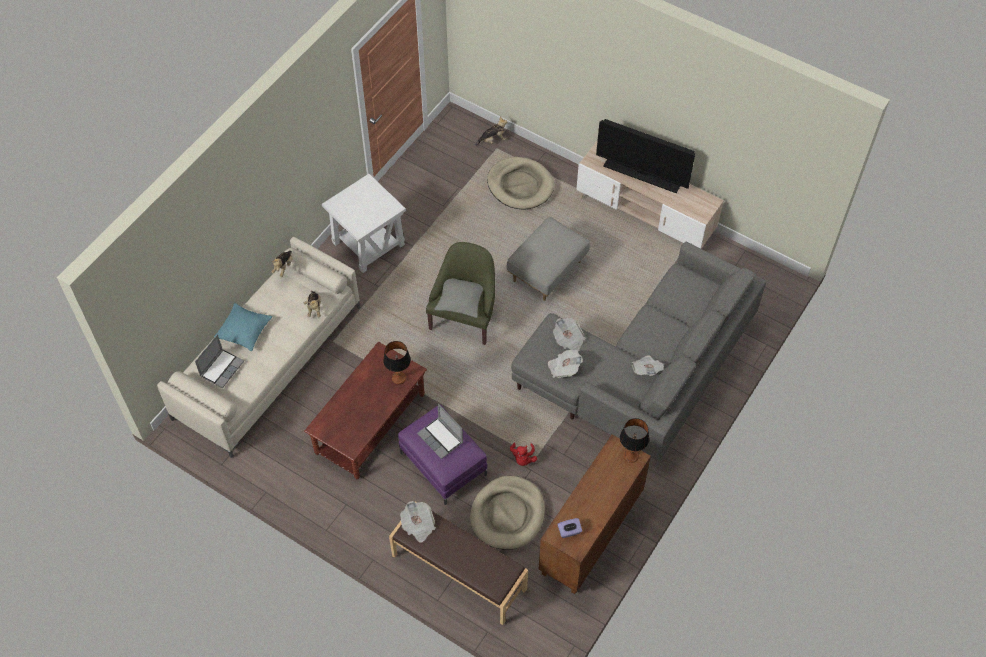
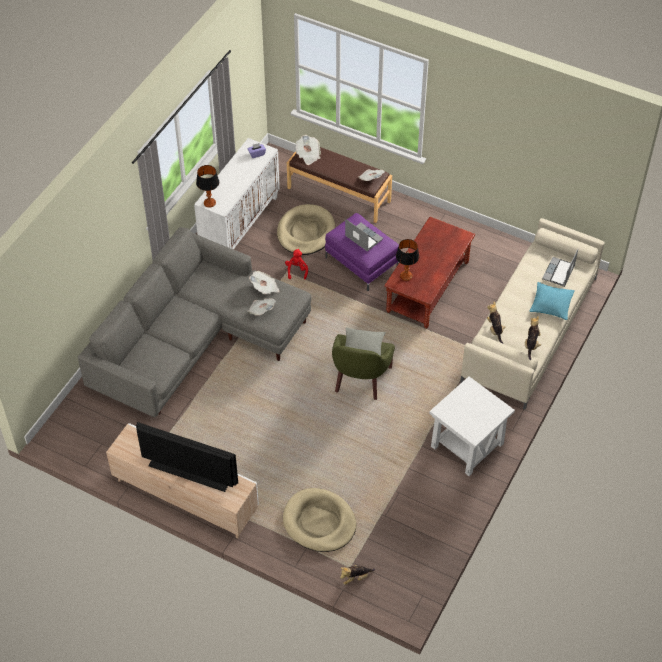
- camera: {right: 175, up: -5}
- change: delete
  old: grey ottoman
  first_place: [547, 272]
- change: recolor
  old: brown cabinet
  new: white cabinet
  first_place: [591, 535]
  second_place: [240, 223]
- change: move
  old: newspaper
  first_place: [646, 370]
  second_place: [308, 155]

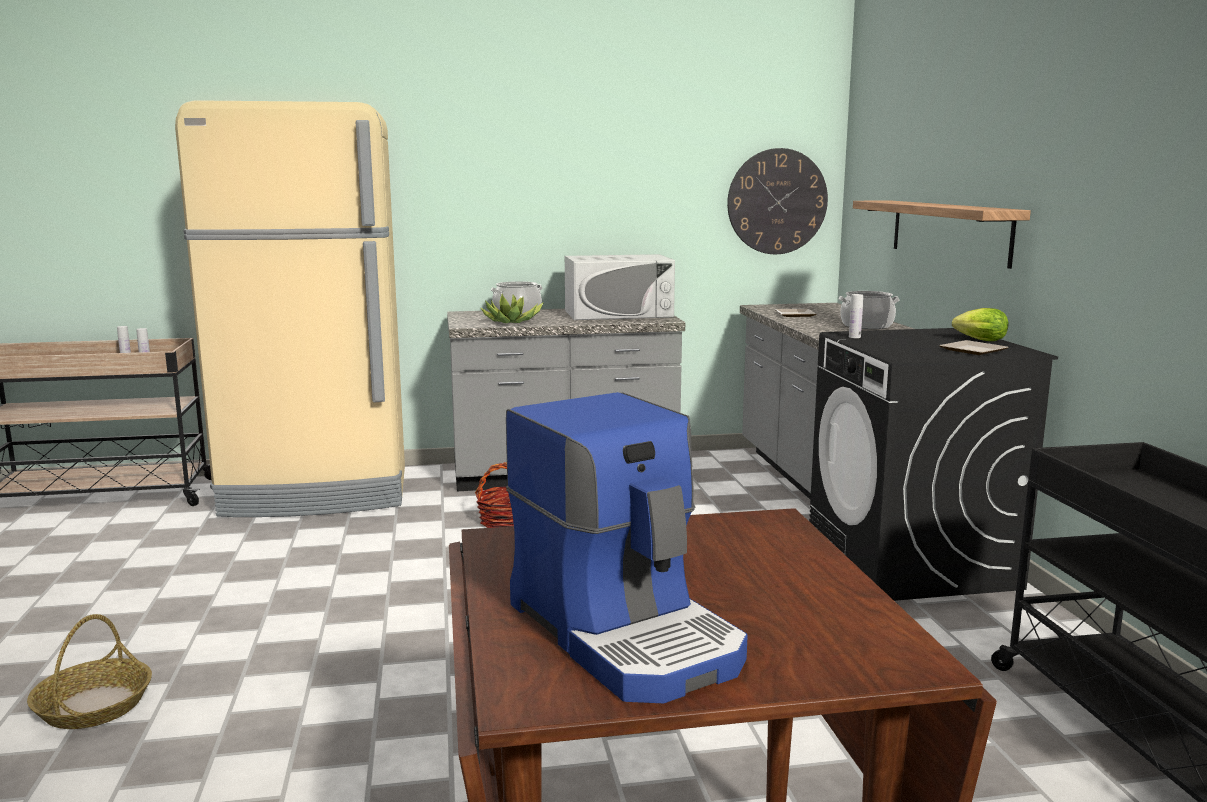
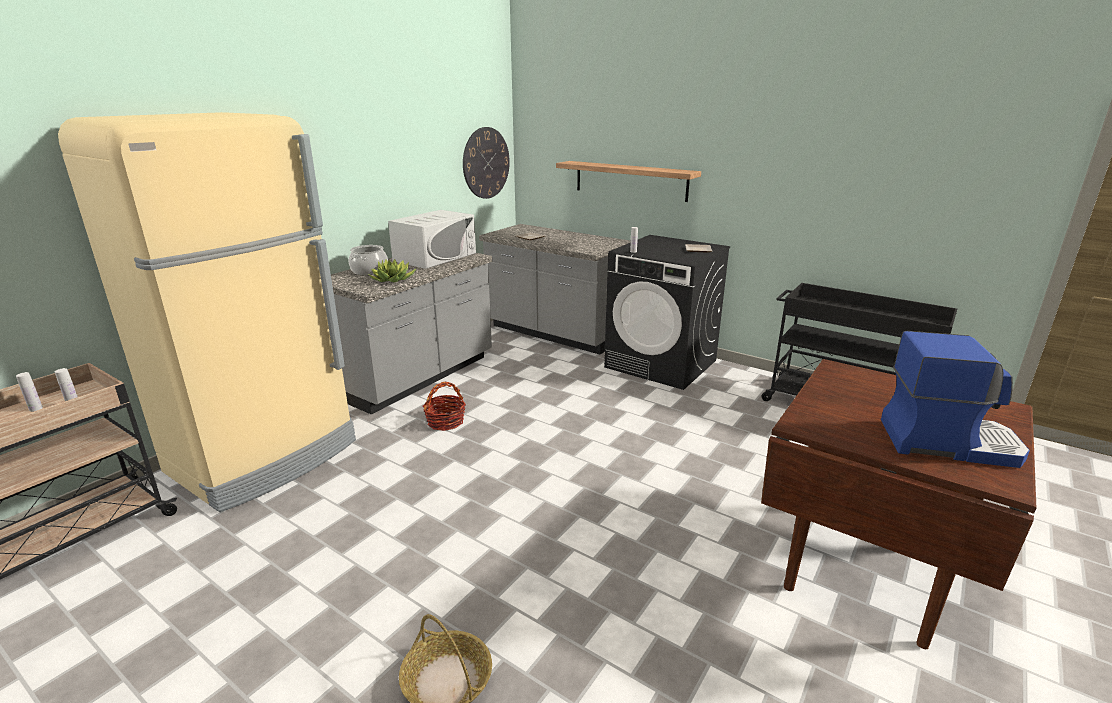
- camera: {right: -45, up: 10}
- change: delete
  old: cooking pot
  first_place: [867, 326]
- change: delete
  old: lettuce
  first_place: [977, 340]

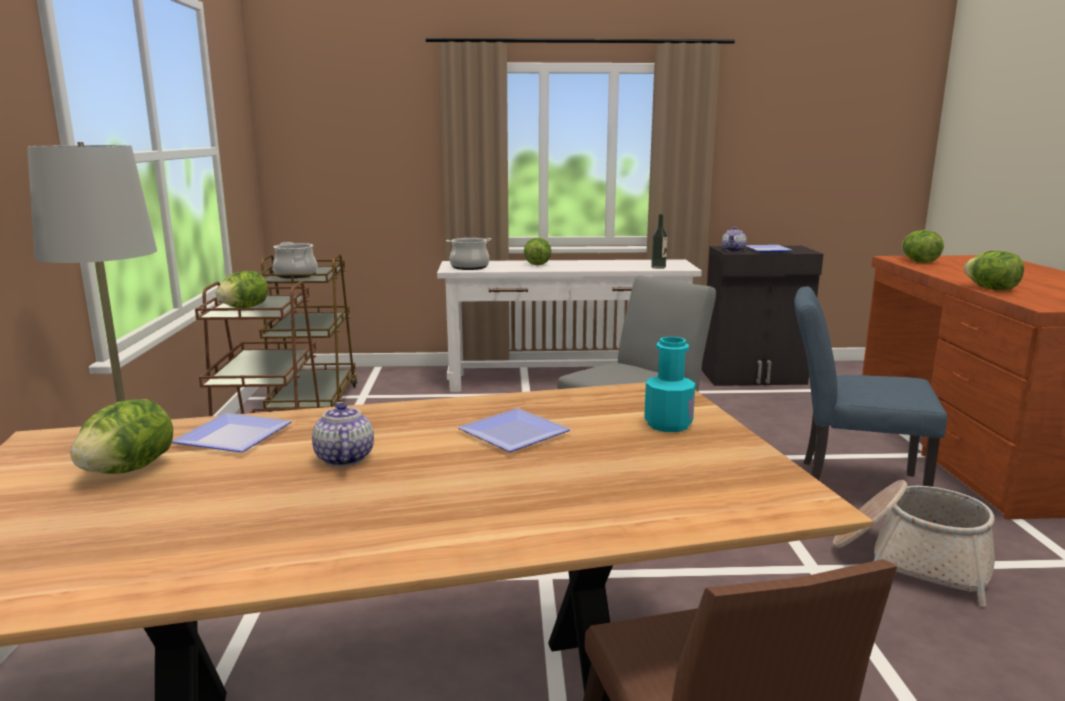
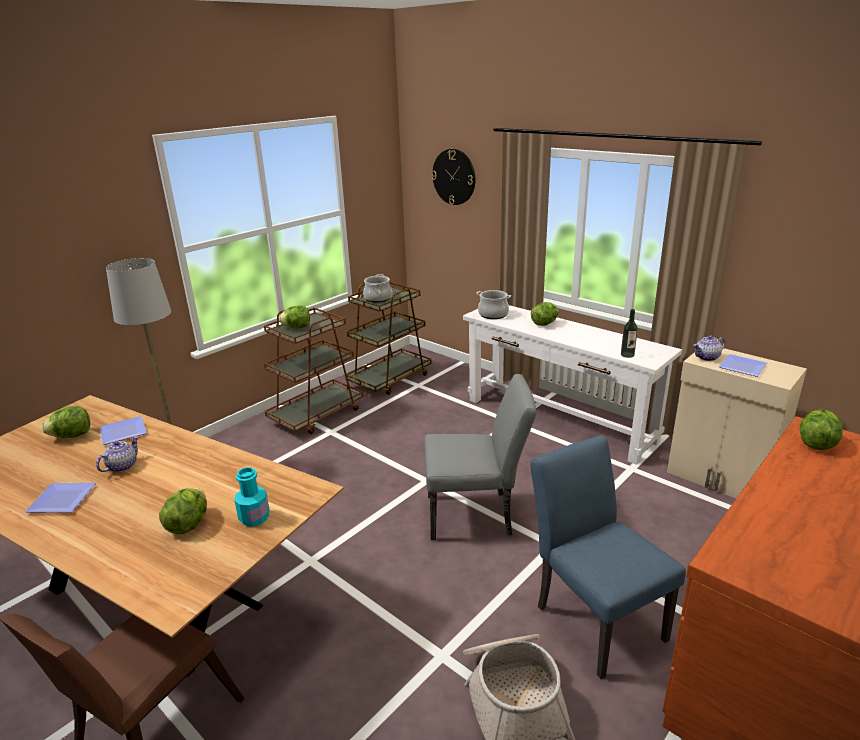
- camera: {right: 45, up: 10}
- change: move
  old: plate
  first_place: [510, 434]
  second_place: [61, 499]
- change: recolor
  old: black cabinet
  new: beige cabinet
  first_place: [754, 377]
  second_place: [721, 479]
- change: move
  old: lettuce
  first_place: [991, 289]
  second_place: [188, 524]
- change: insert
  new: wall clock
  second_place: [454, 177]

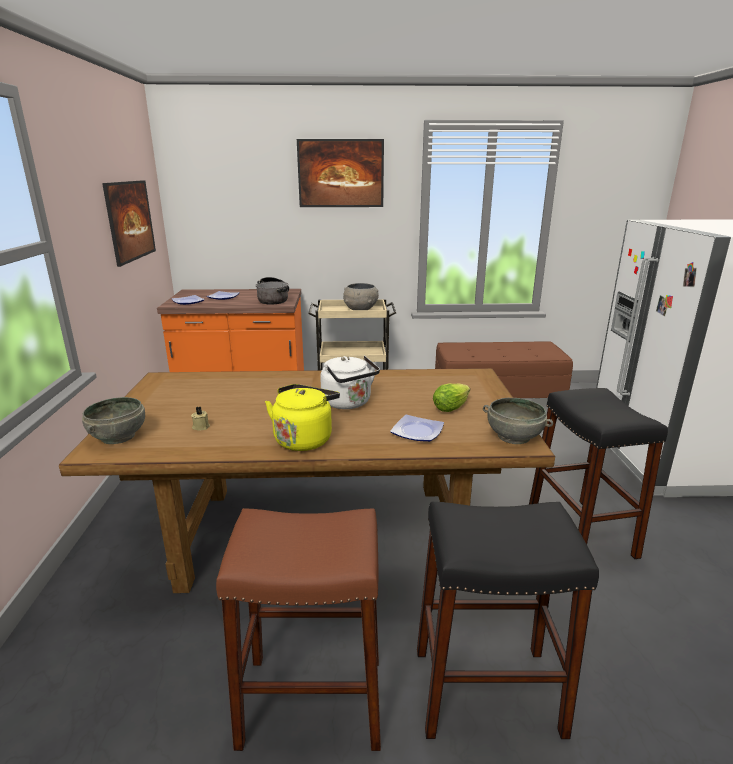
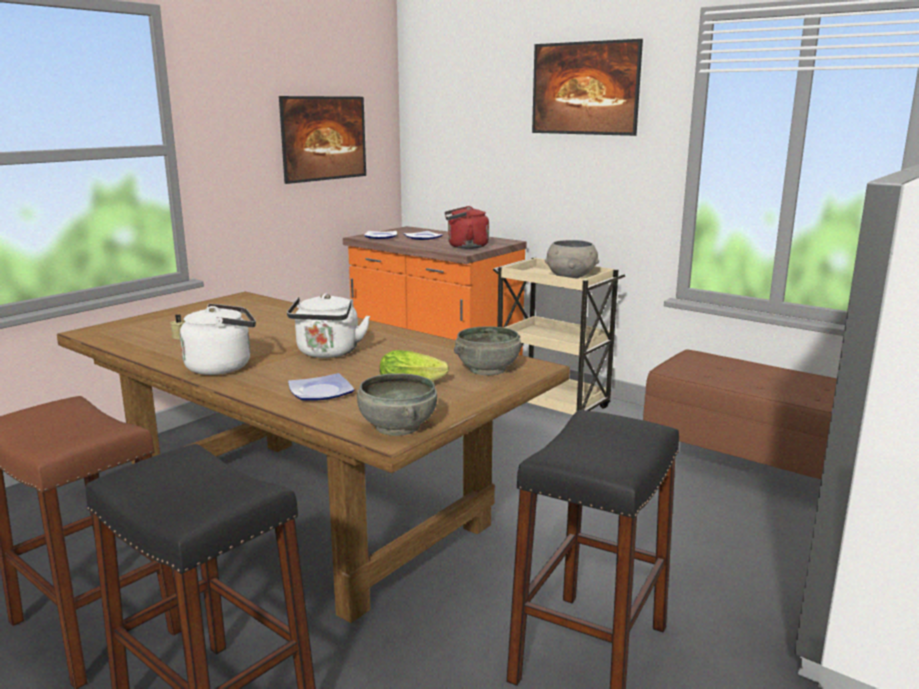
- camera: {right: 40, up: -5}
- change: move
  old: grey bowl
  first_place: [119, 436]
  second_place: [488, 369]
- change: replace
  old: cooking pot
  new: red kettle
  first_place: [274, 299]
  second_place: [465, 246]
- change: recolor
  old: yellow kettle
  new: white kettle
  first_place: [304, 439]
  second_place: [223, 367]

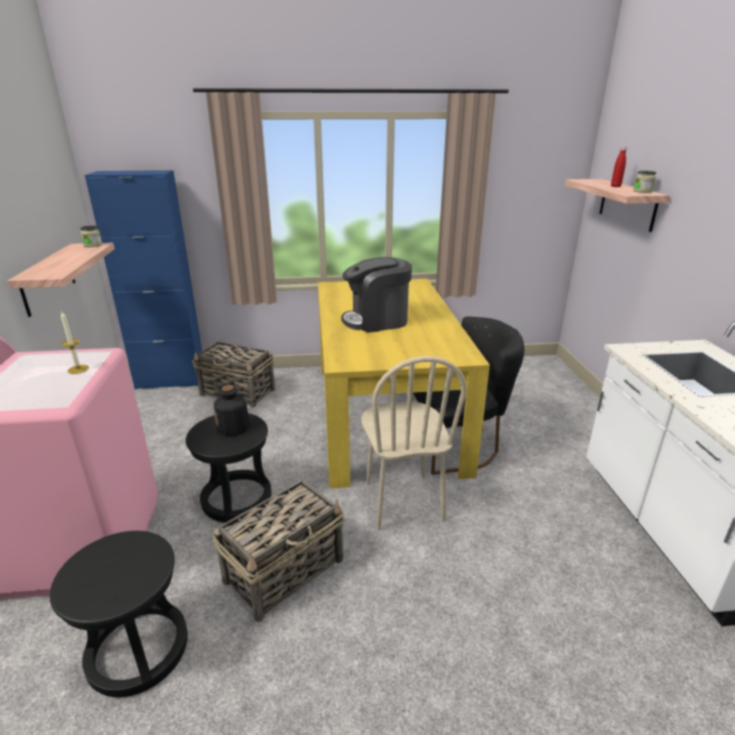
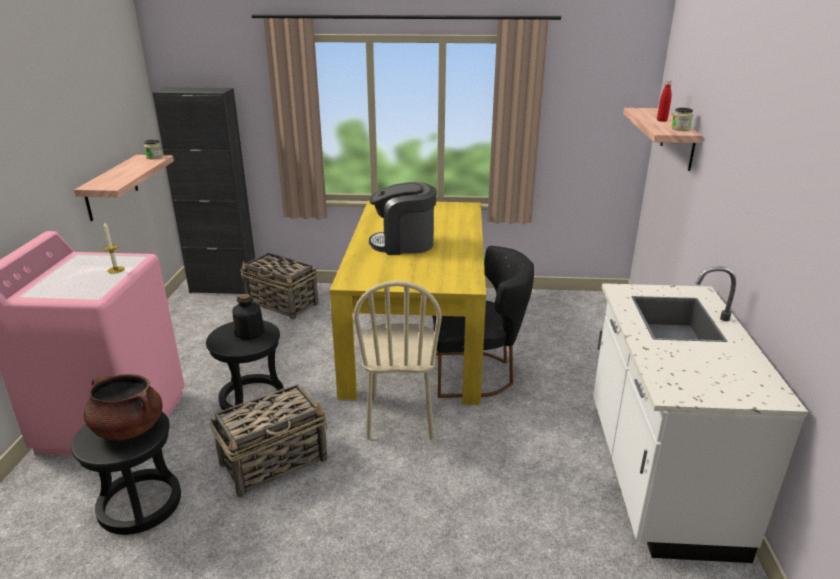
- camera: {right: 10, up: 0}
- change: recolor
  old: blue cabinet
  new: black cabinet
  first_place: [171, 381]
  second_place: [224, 287]
- change: insert
  new: brown cooking pot
  second_place: [128, 429]

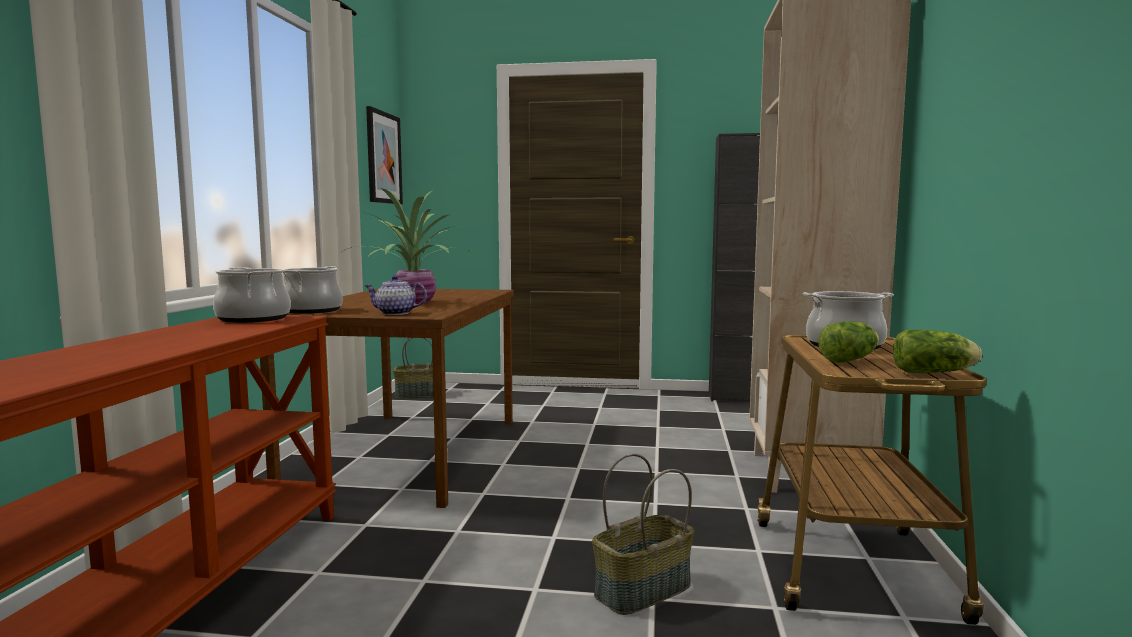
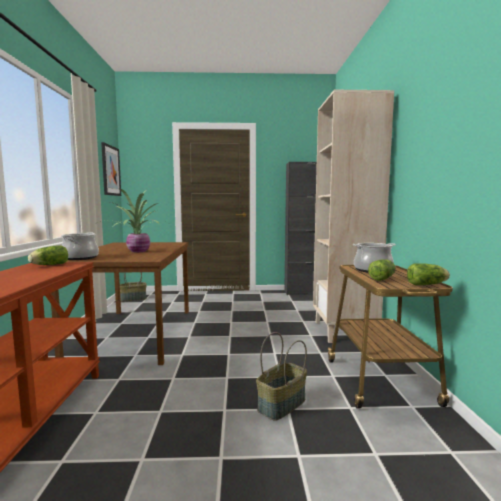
- camera: {right: -10, up: 0}
- change: replace
  old: cooking pot
  new: lettuce
  first_place: [254, 318]
  second_place: [48, 265]
- change: delete
  old: teapot
  first_place: [395, 313]

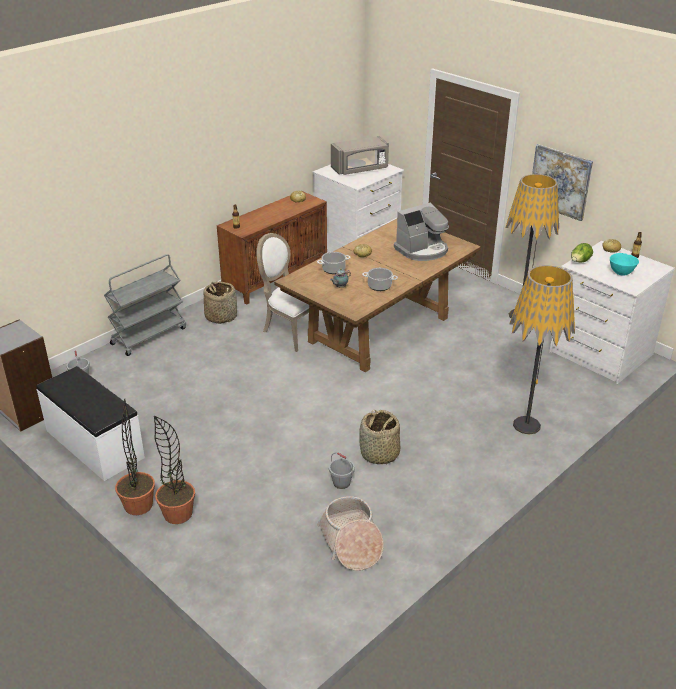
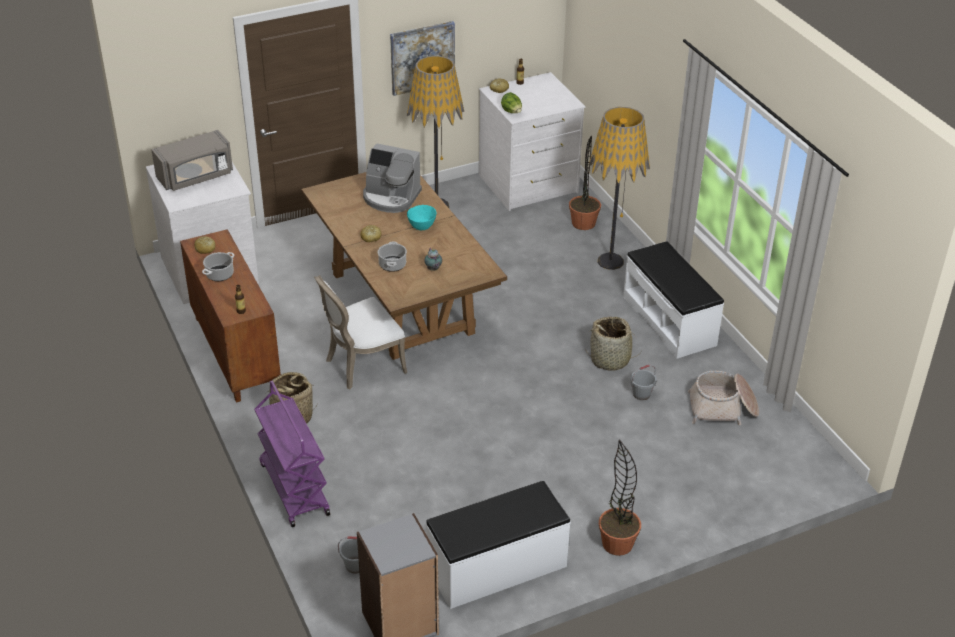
- camera: {right: -70, up: 5}
- change: recolor
  old: grey cart
  new: purple cart
  first_place: [149, 335]
  second_place: [293, 488]
- change: move
  old: potted plant
  first_place: [178, 514]
  second_place: [583, 223]
- change: rotate
  old: grey microwave
  first_place: [360, 169]
  second_place: [196, 177]
  degrees: 60
- change: move
  old: cooking pot
  first_place: [379, 286]
  second_place: [219, 275]
- change: rotate
  old: coffee machine
  first_place: [422, 250]
  second_place: [391, 197]
  degrees: 120
- change: move
  old: turquoise bowl
  first_place: [621, 273]
  second_place: [421, 227]
- change: insert
  new: white bench
  second_place: [669, 321]

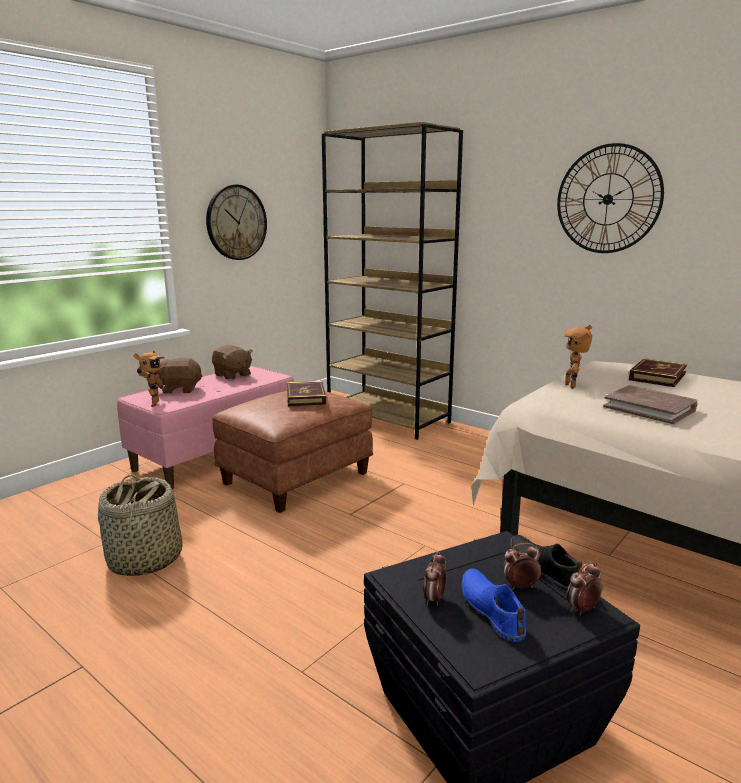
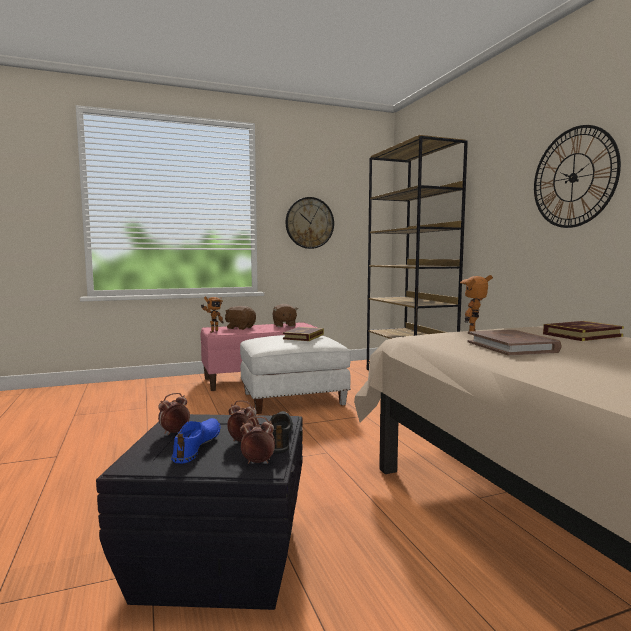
- camera: {right: 30, up: -10}
- change: delete
  old: basket
  first_place: [144, 560]
- change: recolor
  old: brown ottoman
  new: white ottoman
  first_place: [296, 477]
  second_place: [294, 398]

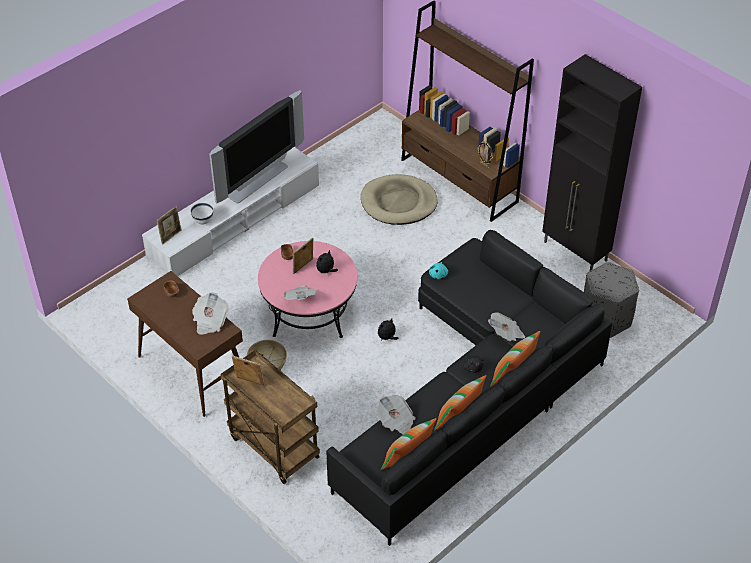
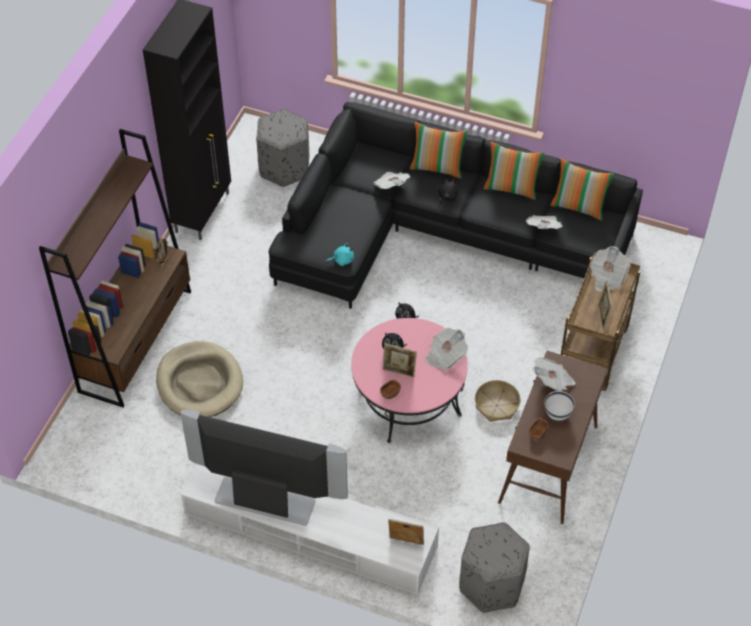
- camera: {right: -115, up: 5}
- change: move
  old: white bowl
  first_place: [203, 221]
  second_place: [557, 415]
- change: insert
  new: grey ottoman
  second_place: [491, 585]
- change: insert
  new: newspaper
  second_place: [607, 277]

